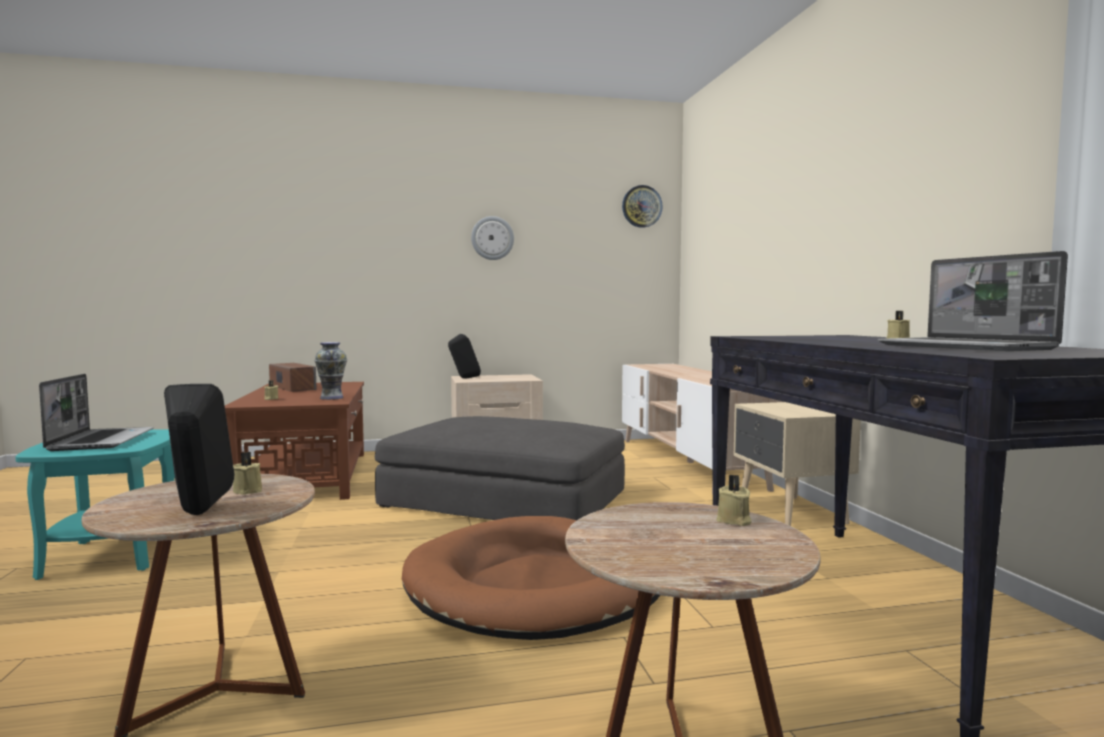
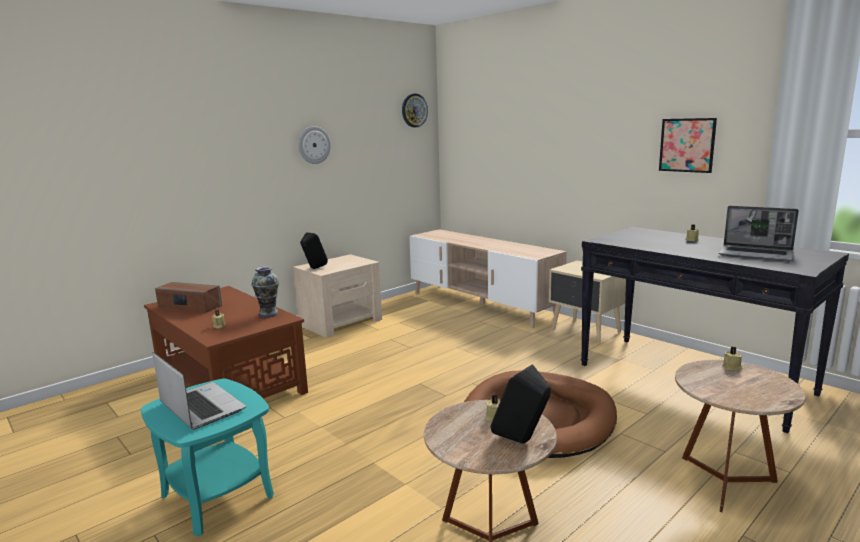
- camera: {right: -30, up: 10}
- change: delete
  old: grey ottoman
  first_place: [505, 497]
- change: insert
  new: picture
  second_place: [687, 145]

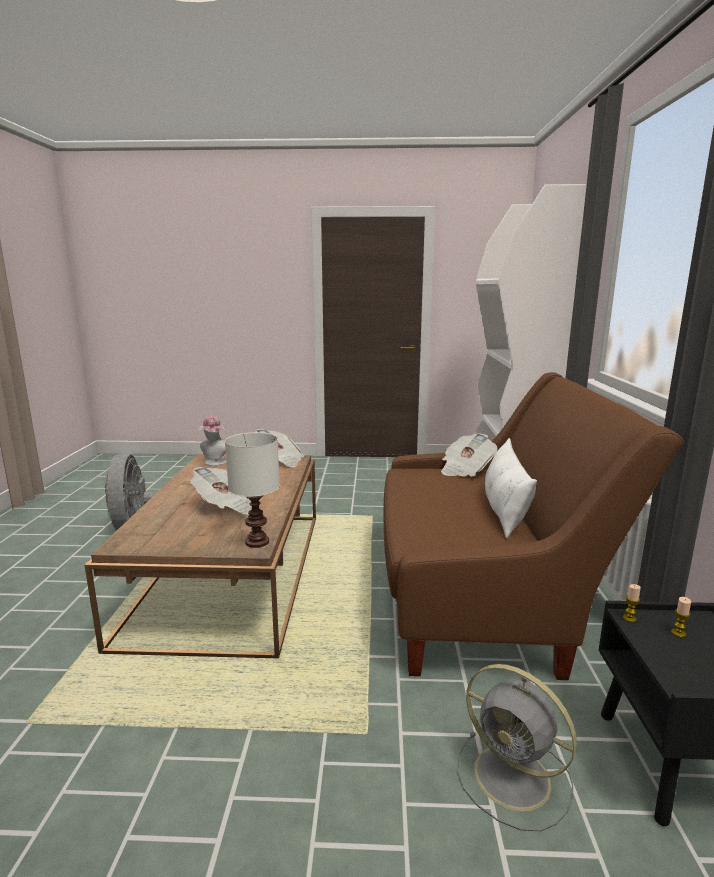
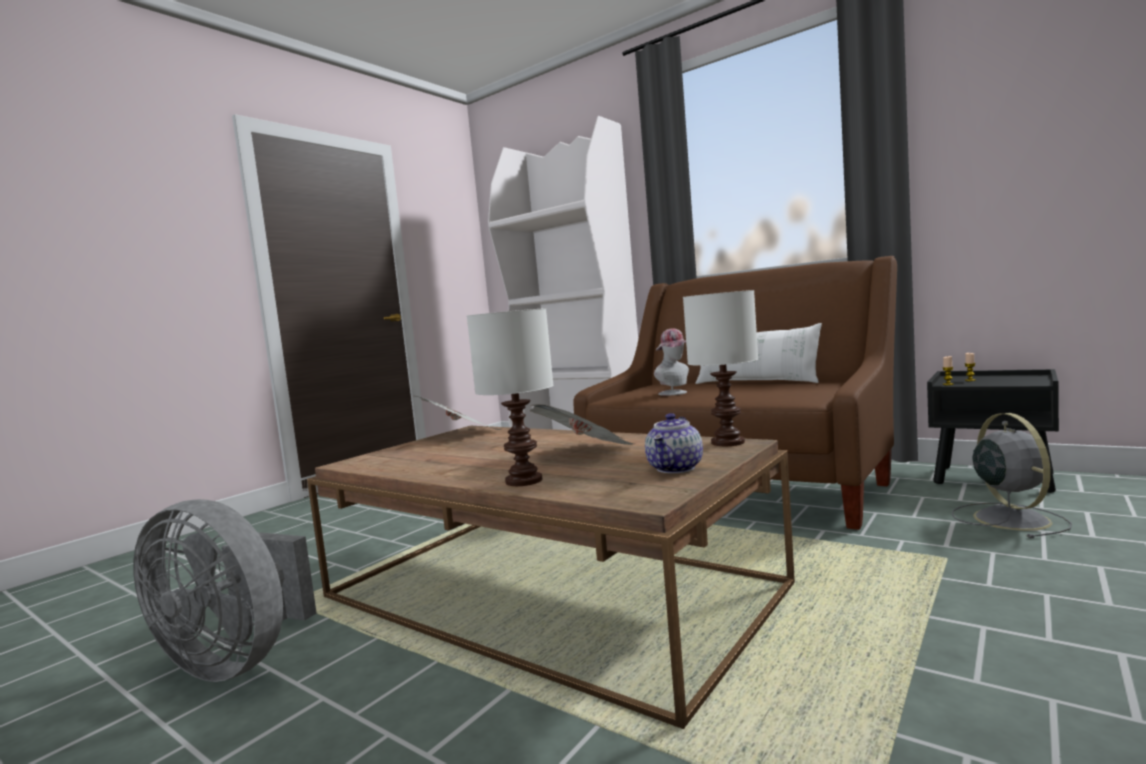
- camera: {right: -55, up: -10}
- change: move
  old: hat
  first_place: [214, 463]
  second_place: [676, 393]
- change: delete
  old: newspaper
  first_place: [465, 470]
- change: rotate
  old: grey fan
  first_place: [515, 778]
  second_place: [1009, 518]
  degrees: -75
- change: insert
  new: white table lamp
  second_place: [522, 481]
- change: insert
  new: teapot
  second_place: [676, 468]

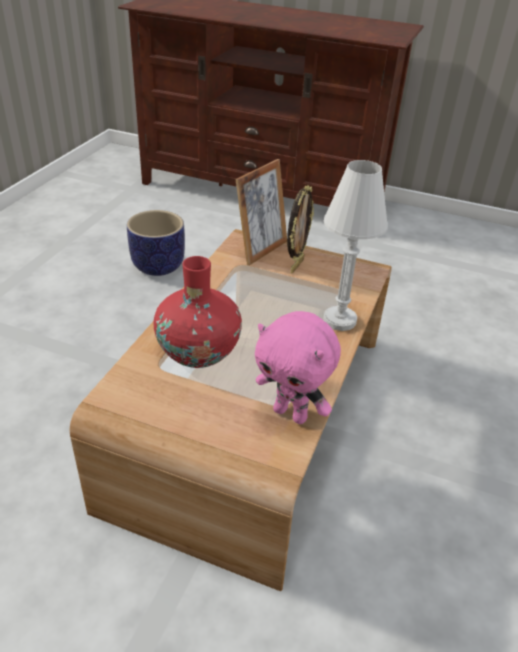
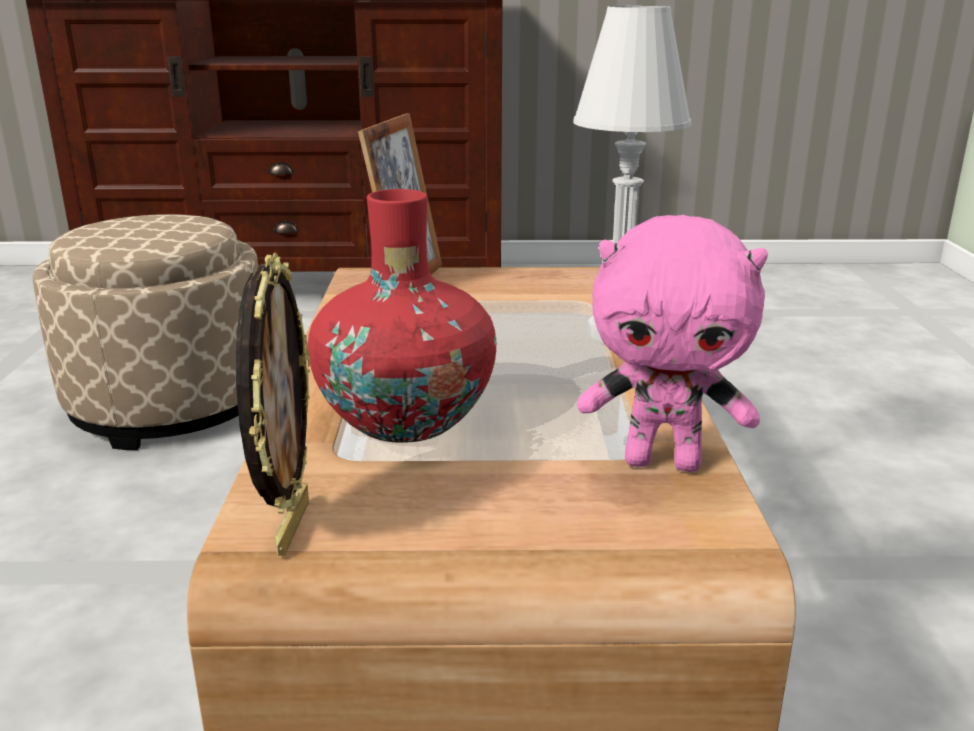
- camera: {right: -20, up: -15}
- change: replace
  old: planter
  new: beige ottoman
  first_place: [157, 266]
  second_place: [170, 405]
- change: move
  old: picture frame
  first_place: [296, 265]
  second_place: [289, 526]

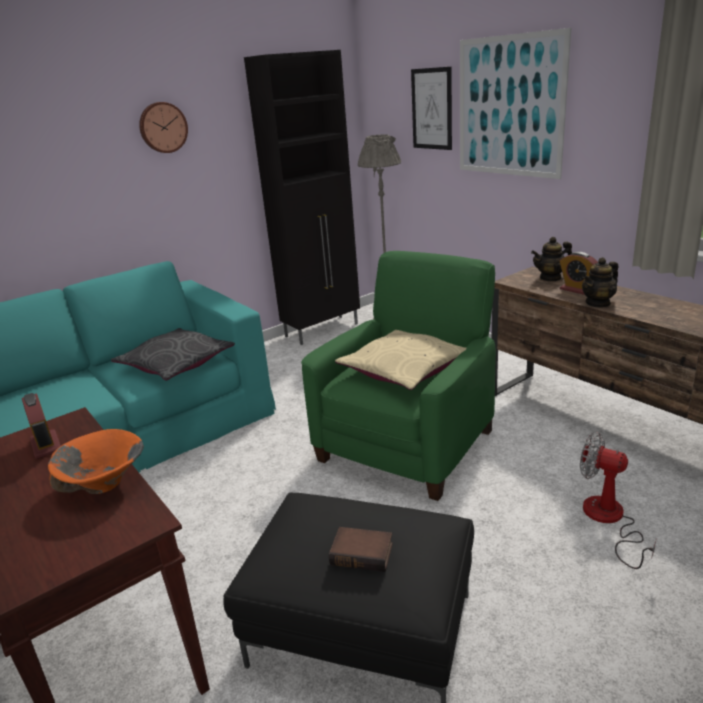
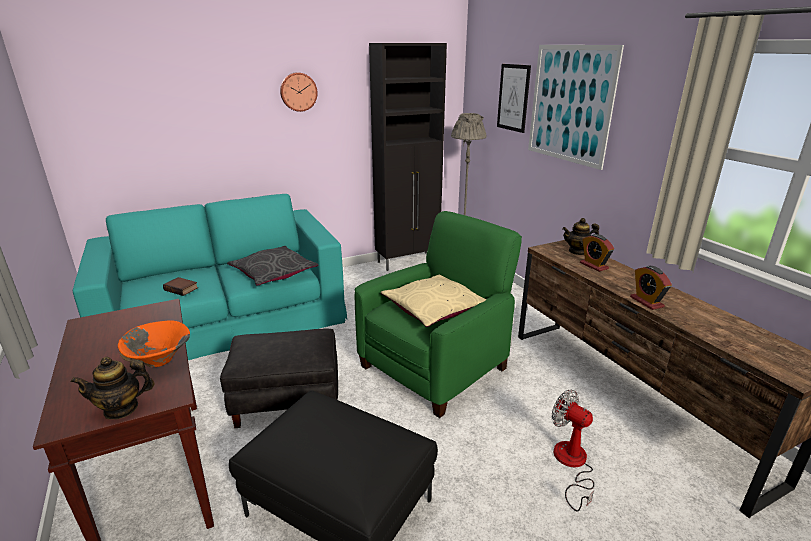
- camera: {right: 10, up: 0}
- change: move
  old: alarm clock
  first_place: [46, 445]
  second_place: [646, 302]
- change: move
  old: book
  first_place: [363, 553]
  second_place: [182, 289]
- change: move
  old: teapot
  first_place: [598, 303]
  second_place: [121, 409]
- change: insert
  new: black ottoman
  second_place: [286, 400]

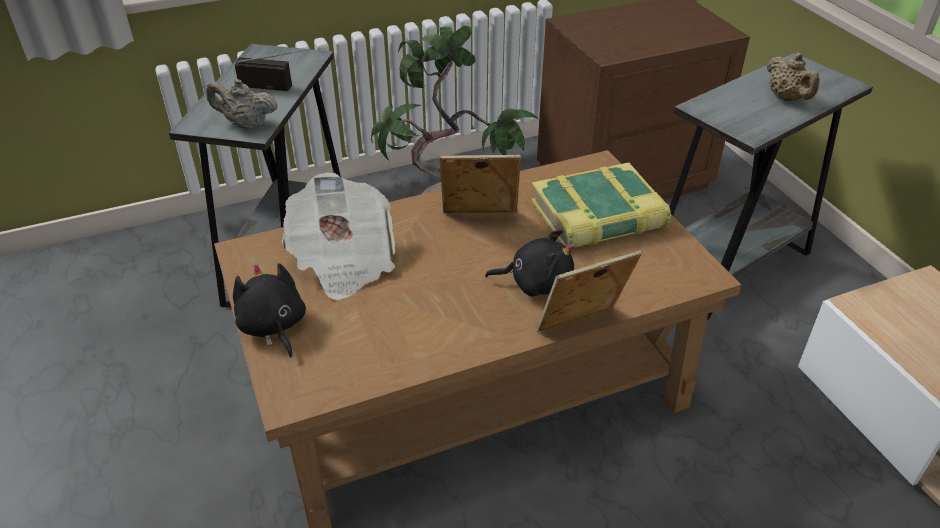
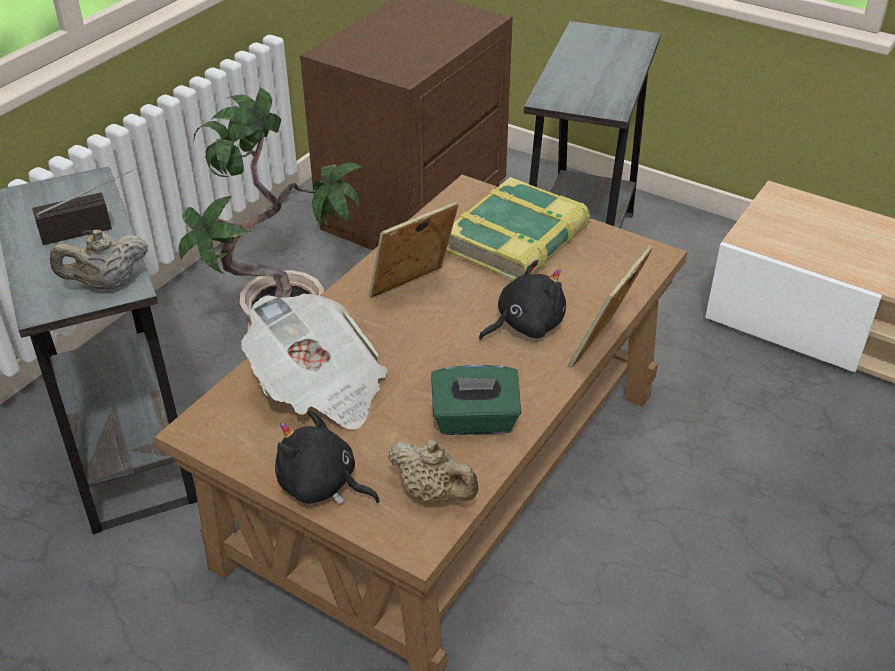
- camera: {right: -35, up: 0}
- change: move
  old: beige teapot
  first_place: [786, 98]
  second_place: [433, 494]
- change: insert
  new: green tissue box
  second_place: [475, 421]

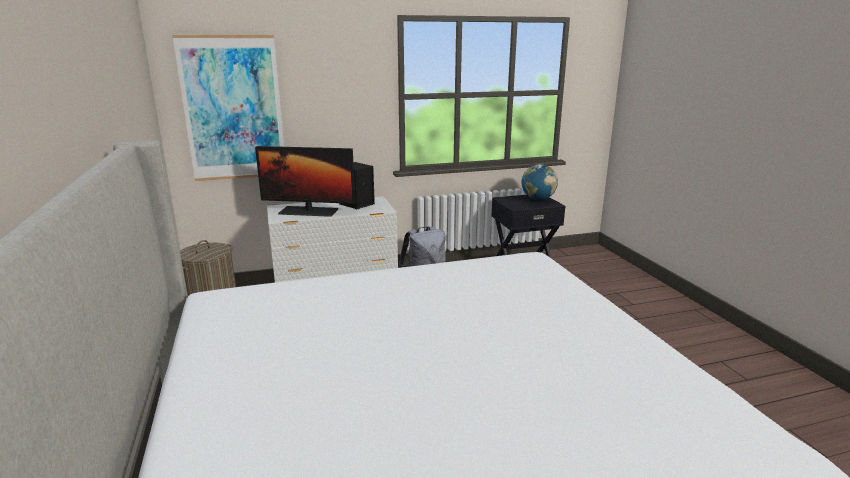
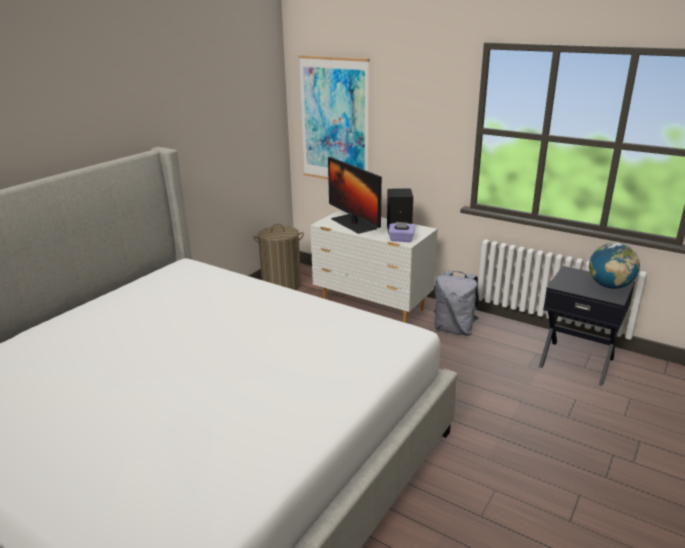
- camera: {right: 50, up: 5}
- change: insert
  new: purple tissue box
  second_place: [401, 239]

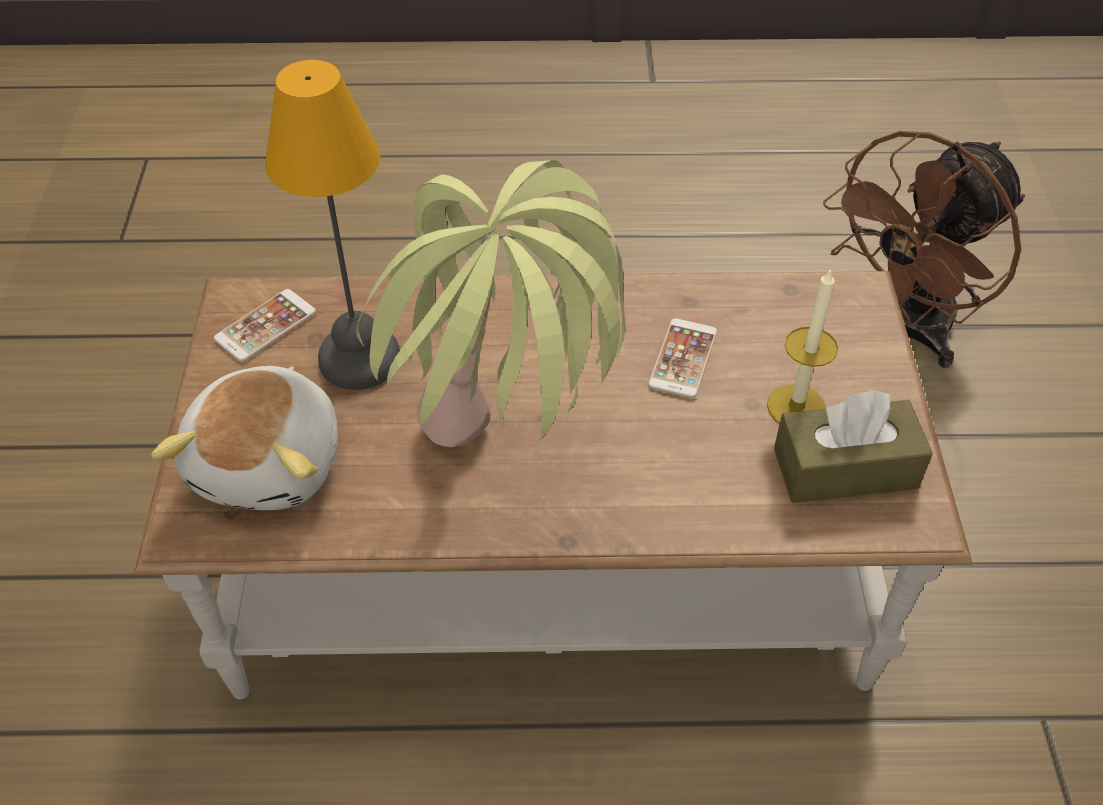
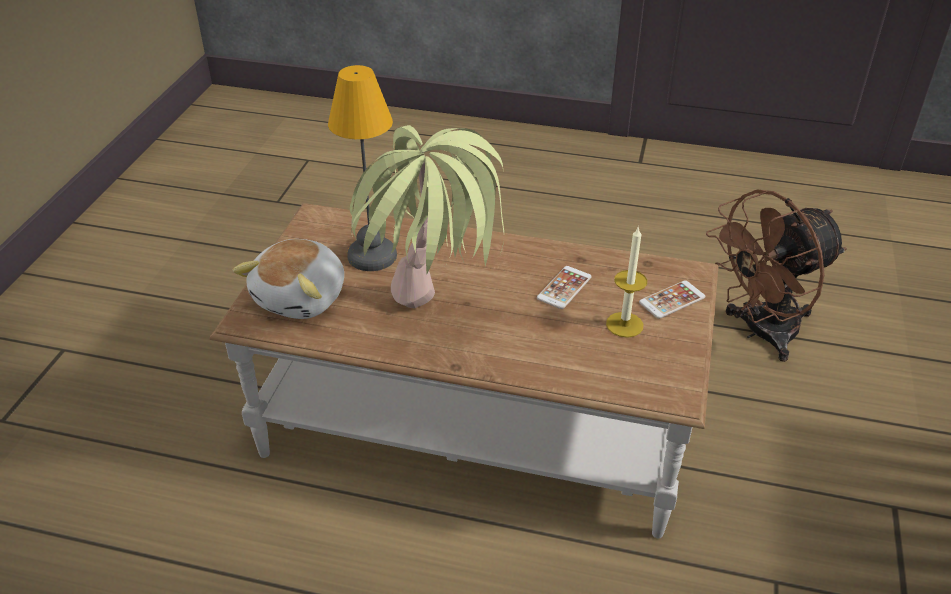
- camera: {right: 15, up: -10}
- change: move
  old: phone
  first_place: [265, 326]
  second_place: [672, 300]
- change: delete
  old: brown tissue box
  first_place: [845, 468]

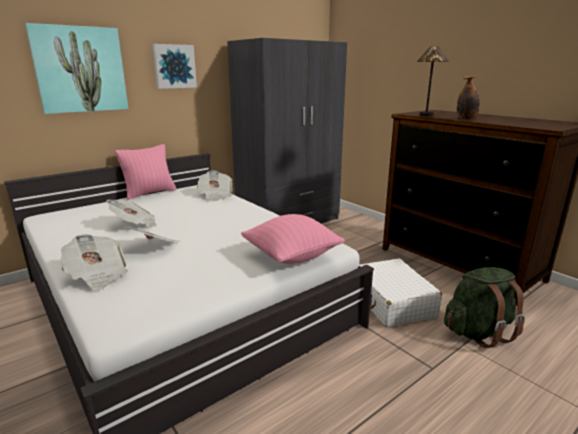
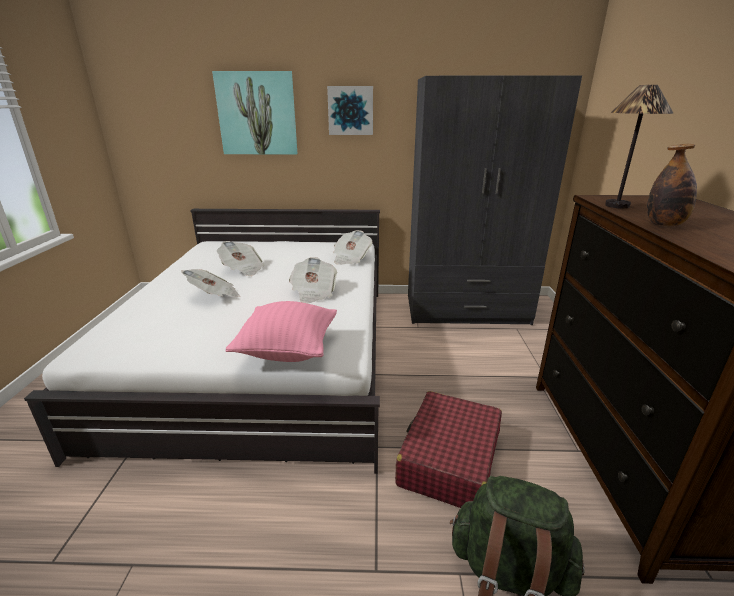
- camera: {right: 40, up: 5}
- change: move
  old: newspaper
  first_place: [97, 275]
  second_place: [313, 292]
- change: delete
  old: pink pillow
  first_place: [150, 193]
- change: recolor
  old: white suitcase
  new: red suitcase
  first_place: [392, 302]
  second_place: [448, 460]

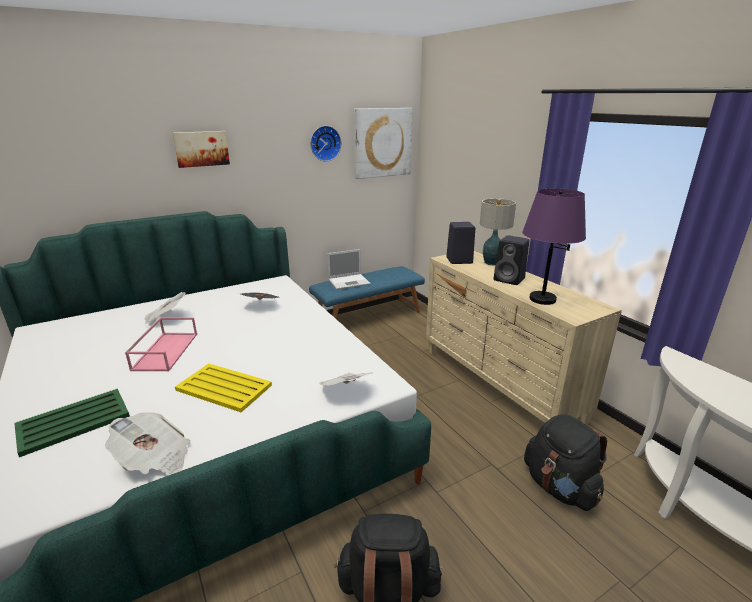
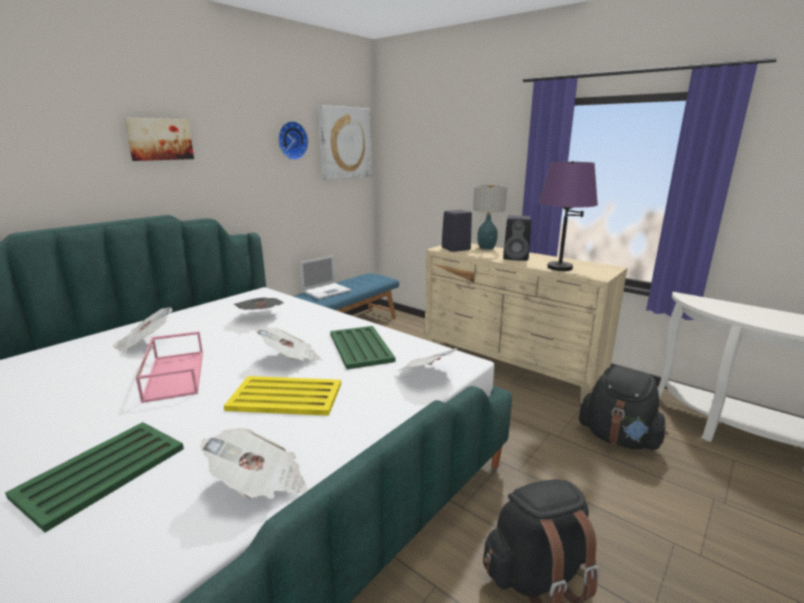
- camera: {right: -20, up: -5}
- change: insert
  new: newspaper
  second_place: [291, 359]
- change: insert
  new: green tray
  second_place: [361, 347]

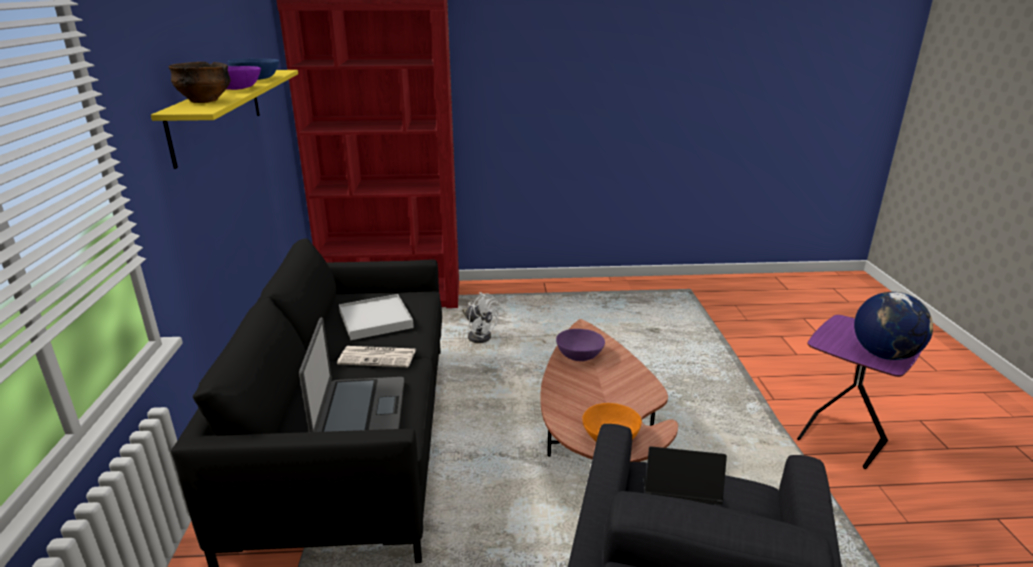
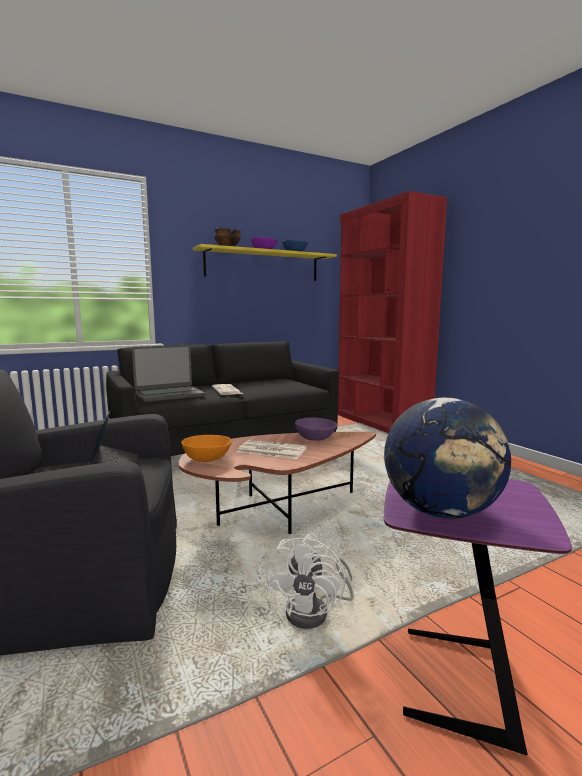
- camera: {right: 65, up: -15}
- change: delete
  old: white tray
  first_place: [376, 320]
- change: move
  old: white fan
  first_place: [479, 335]
  second_place: [315, 612]
- change: insert
  new: newspaper
  second_place: [271, 450]

